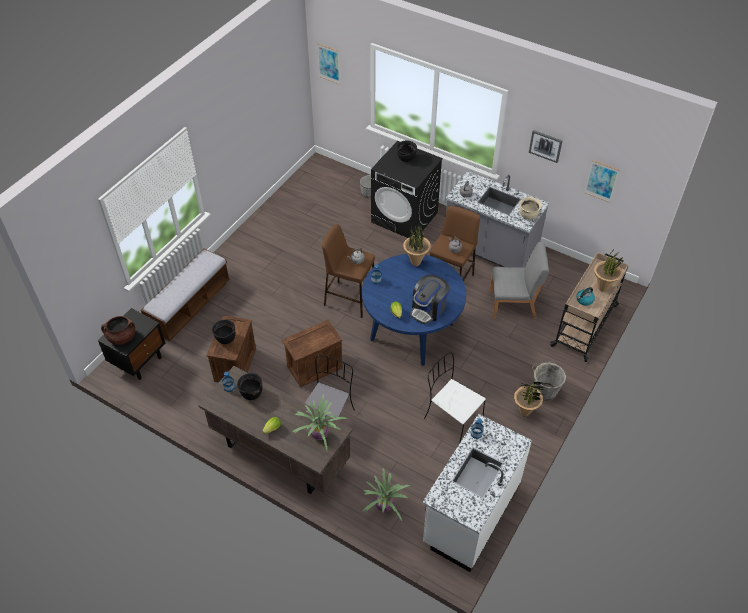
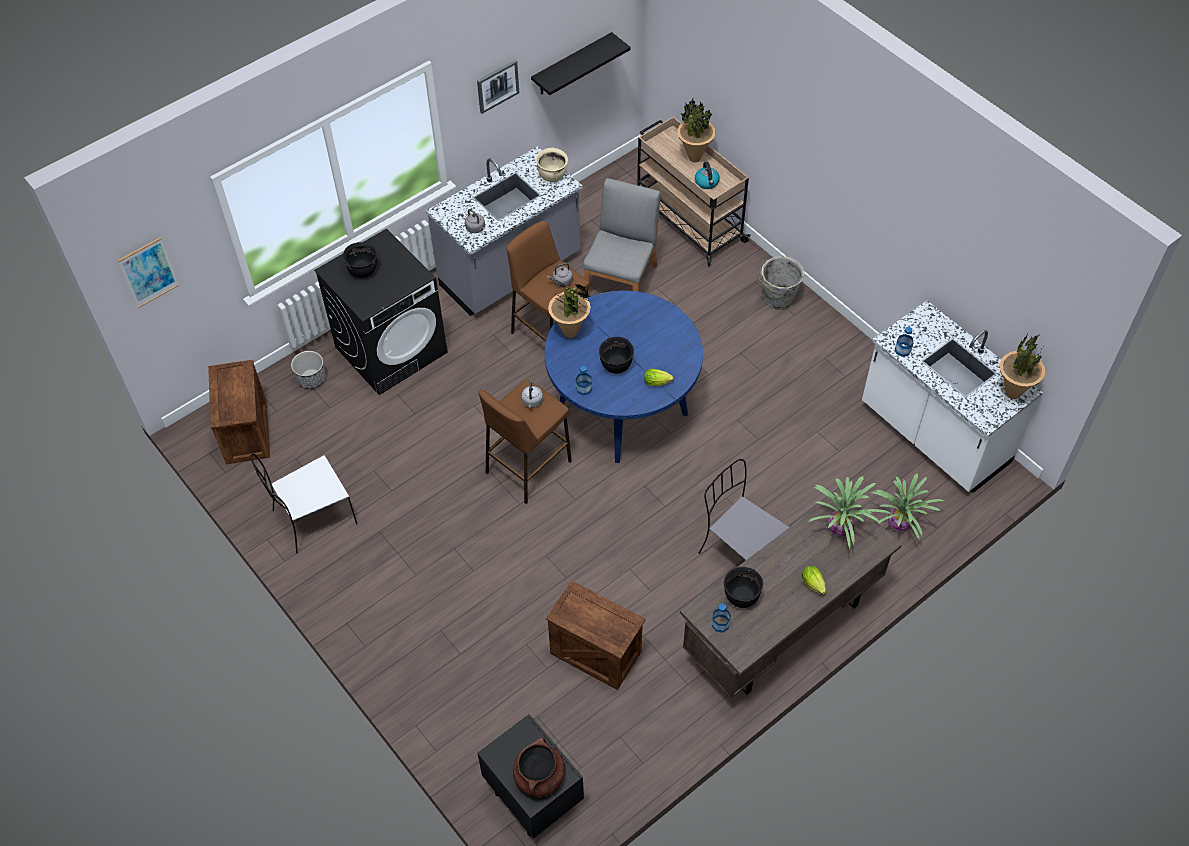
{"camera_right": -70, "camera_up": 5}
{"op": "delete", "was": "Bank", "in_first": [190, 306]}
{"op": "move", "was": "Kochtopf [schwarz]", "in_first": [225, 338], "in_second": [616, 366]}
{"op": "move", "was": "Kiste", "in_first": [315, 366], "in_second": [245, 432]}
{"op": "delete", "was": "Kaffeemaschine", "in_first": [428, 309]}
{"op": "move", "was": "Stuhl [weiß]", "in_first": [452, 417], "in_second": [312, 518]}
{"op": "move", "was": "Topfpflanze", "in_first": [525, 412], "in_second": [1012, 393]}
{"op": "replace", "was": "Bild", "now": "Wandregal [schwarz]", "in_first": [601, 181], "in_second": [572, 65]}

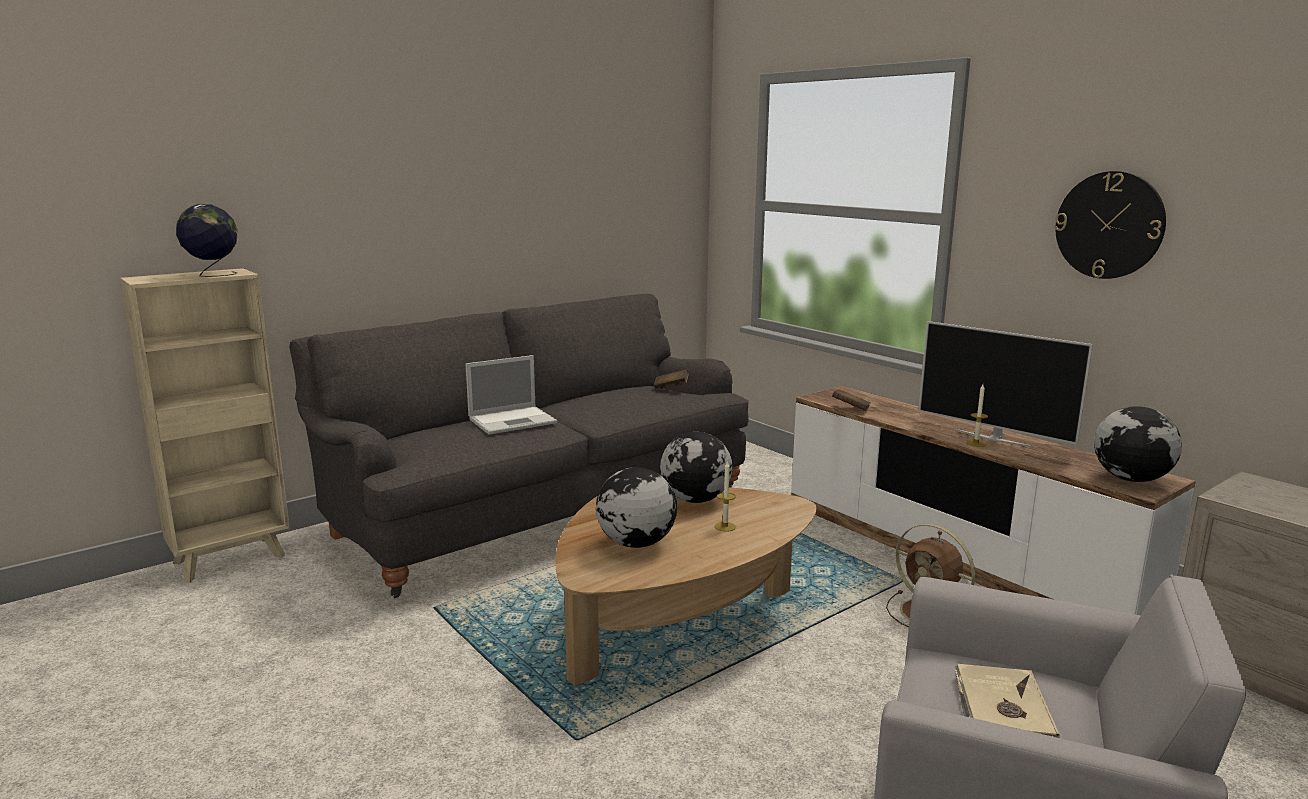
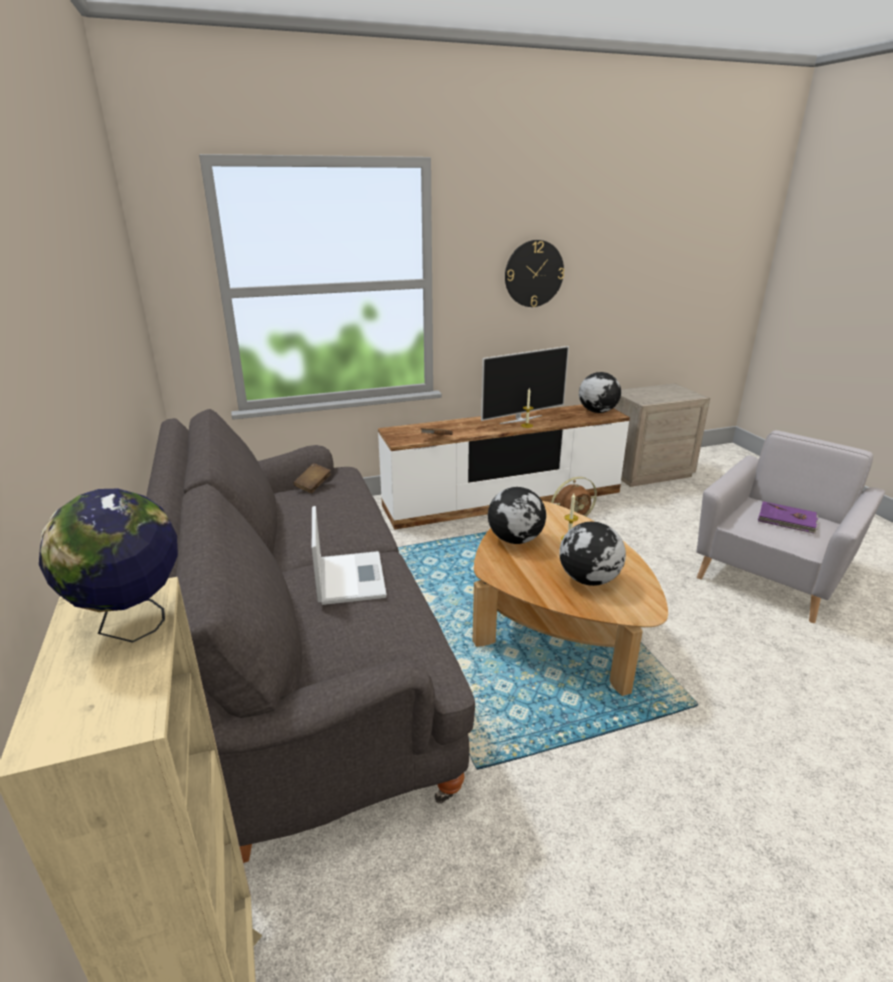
{"camera_right": -70, "camera_up": 10}
{"op": "recolor", "was": "Buch [beige]", "now": "Buch [lila]", "in_first": [1001, 709], "in_second": [787, 520]}

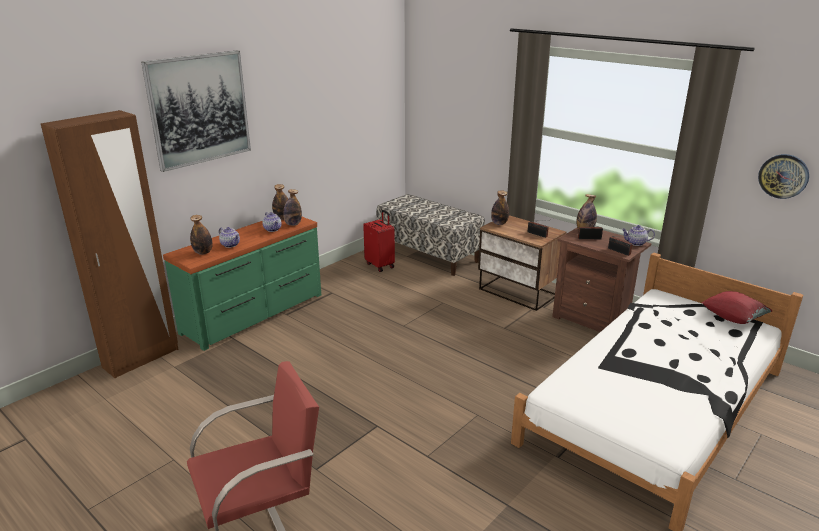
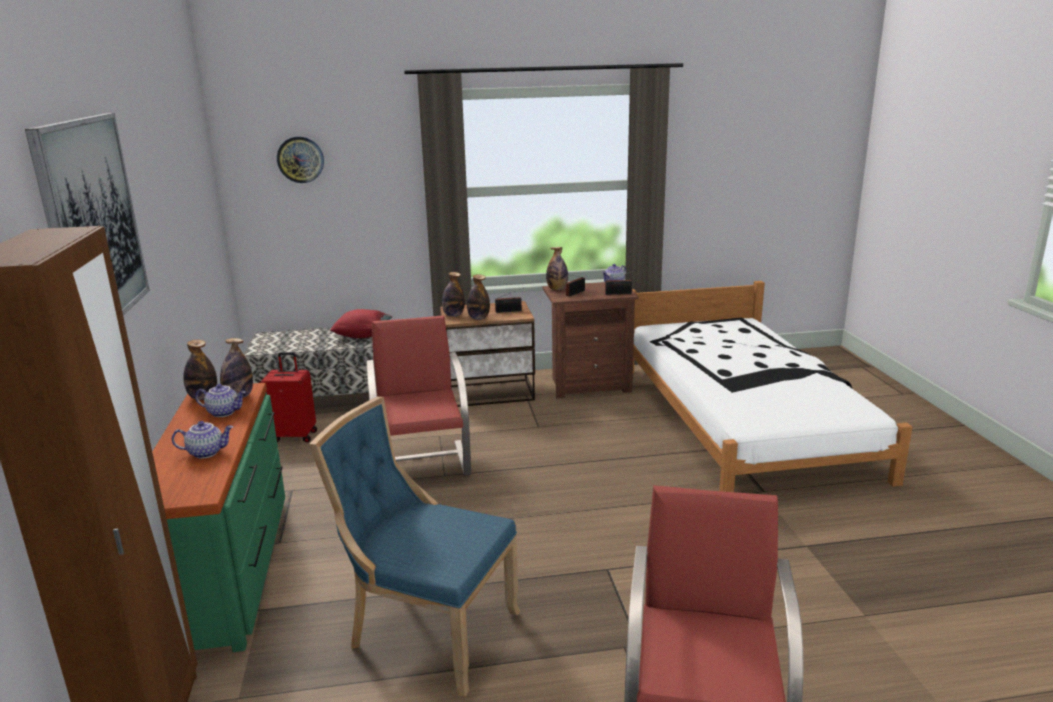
{"camera_right": -50, "camera_up": -5}
{"op": "move", "was": "Flasche", "in_first": [203, 252], "in_second": [478, 318]}
{"op": "move", "was": "Kissen [rot]", "in_first": [733, 318], "in_second": [362, 335]}
{"op": "move", "was": "Wanduhr", "in_first": [783, 176], "in_second": [300, 159]}
{"op": "insert", "now": "Stuhl [blau]", "in_second": [428, 632]}
{"op": "insert", "now": "Stuhl [rot]", "in_second": [422, 462]}

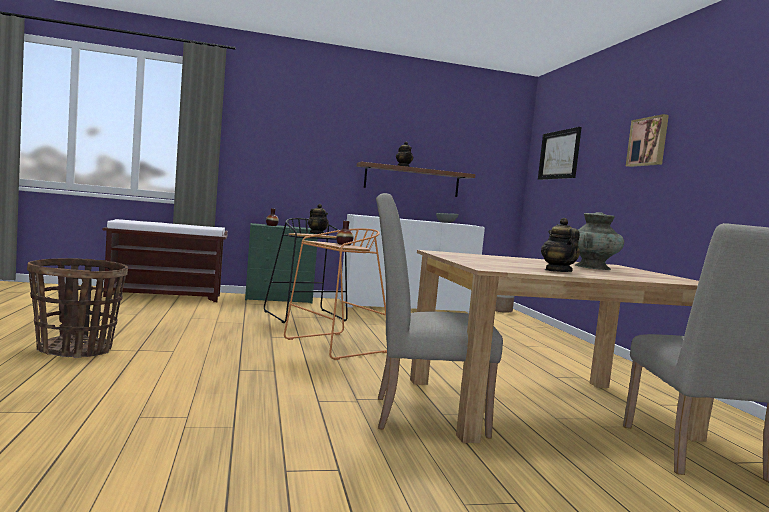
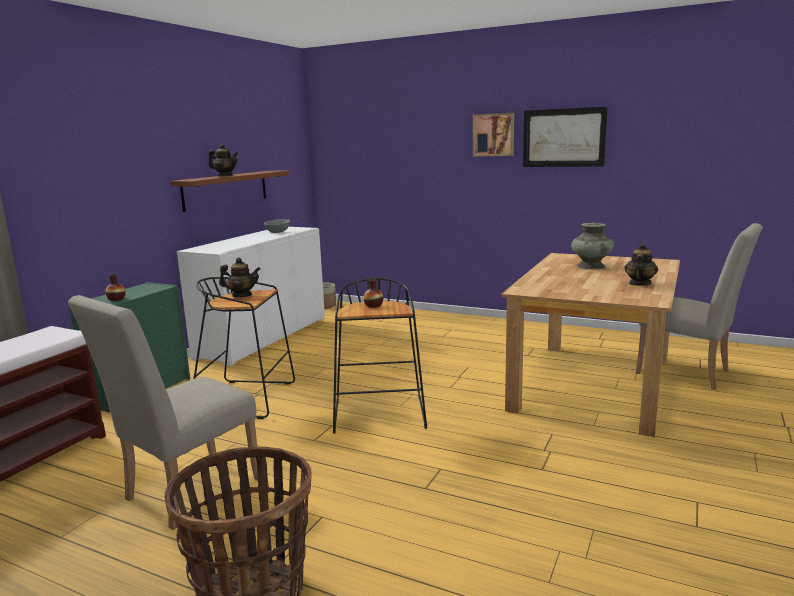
{"camera_right": -50, "camera_up": 10}
{"op": "recolor", "was": "Hocker [orange]", "now": "Hocker [schwarz]", "in_first": [335, 346], "in_second": [380, 415]}
{"op": "move", "was": "Stuhl [beige]", "in_first": [419, 415], "in_second": [184, 493]}
{"op": "move", "was": "Bild", "in_first": [559, 155], "in_second": [564, 137]}
{"op": "rotate", "was": "Teekanne", "in_first": [558, 271], "in_second": [639, 284], "clockwise": 90}

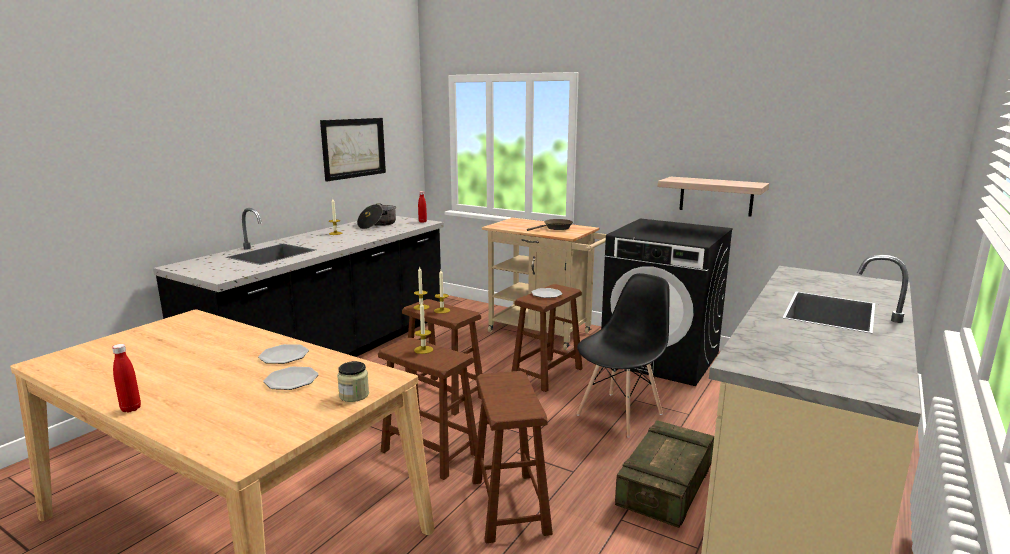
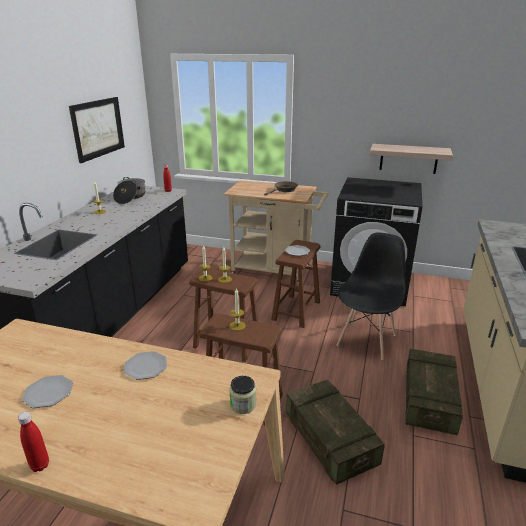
{"camera_right": -15, "camera_up": 10}
{"op": "move", "was": "Teller", "in_first": [291, 380], "in_second": [48, 392]}
{"op": "replace", "was": "Hocker [braun]", "now": "Kiste", "in_first": [510, 506], "in_second": [330, 440]}

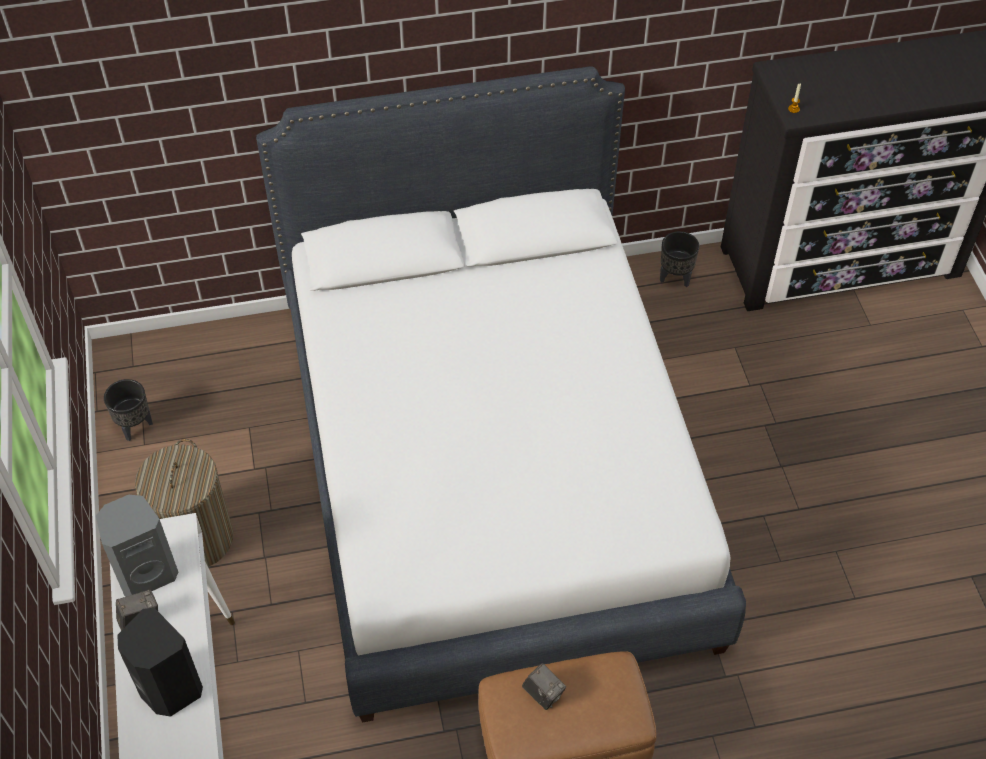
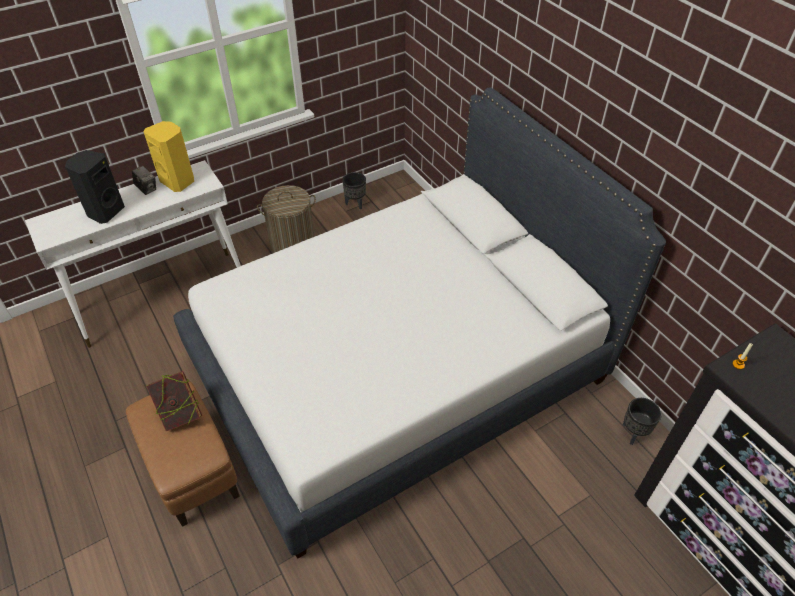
{"camera_right": 70, "camera_up": -5}
{"op": "recolor", "was": "Lautsprecher [grau]", "now": "Lautsprecher [gelb]", "in_first": [146, 572], "in_second": [178, 181]}
{"op": "replace", "was": "Kamera", "now": "Buch", "in_first": [543, 694], "in_second": [180, 414]}

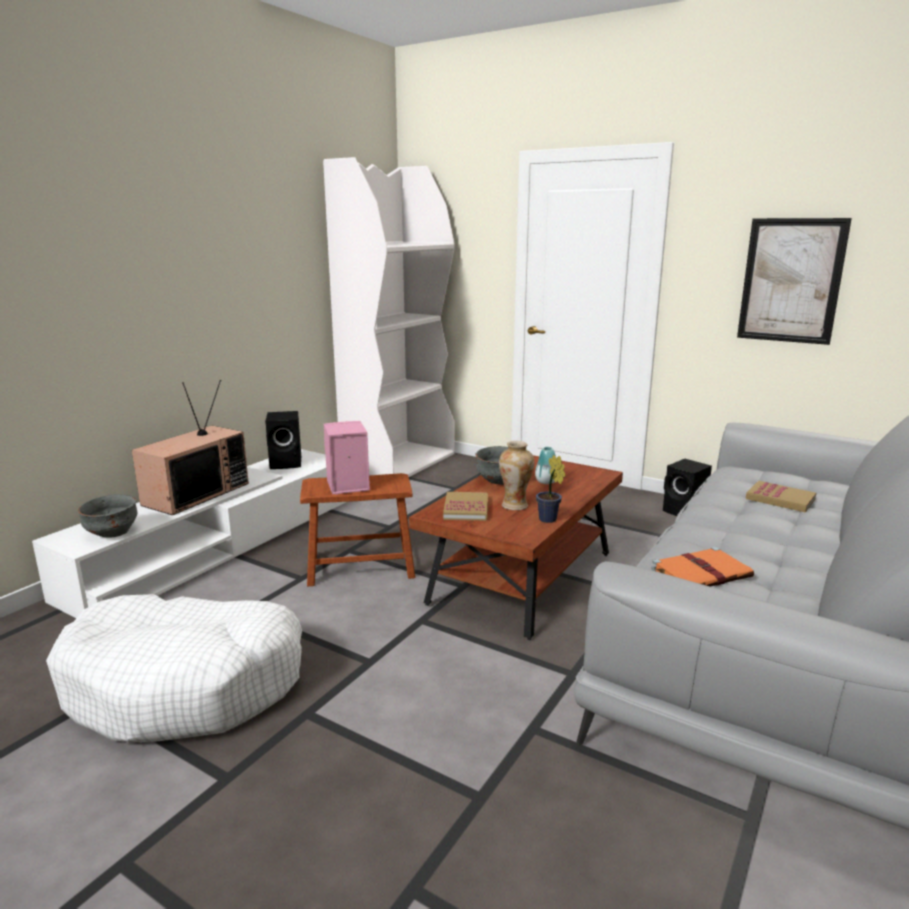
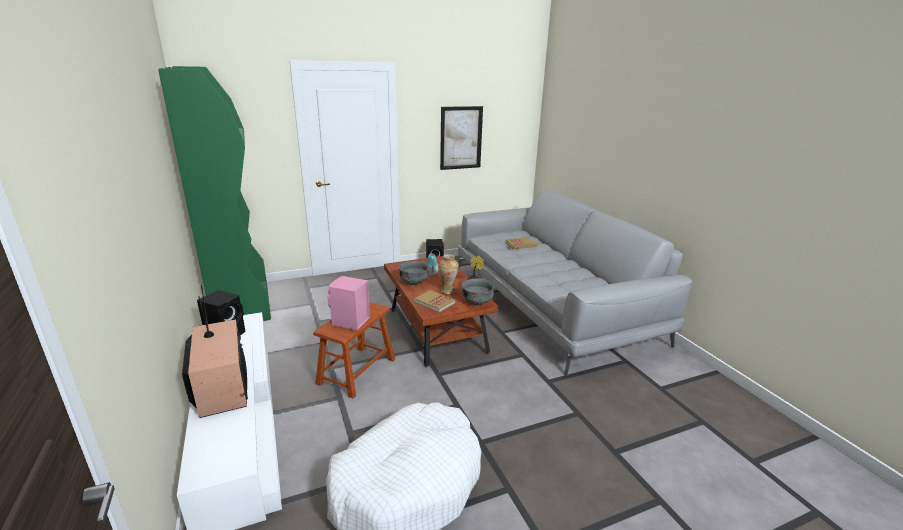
{"camera_right": -55, "camera_up": 5}
{"op": "move", "was": "Schüssel [grau]", "in_first": [113, 533], "in_second": [477, 302]}
{"op": "recolor", "was": "Bücherregal [weiß]", "now": "Bücherregal [grün]", "in_first": [399, 463], "in_second": [242, 304]}
{"op": "delete", "was": "Buch [orange]", "in_first": [702, 573]}

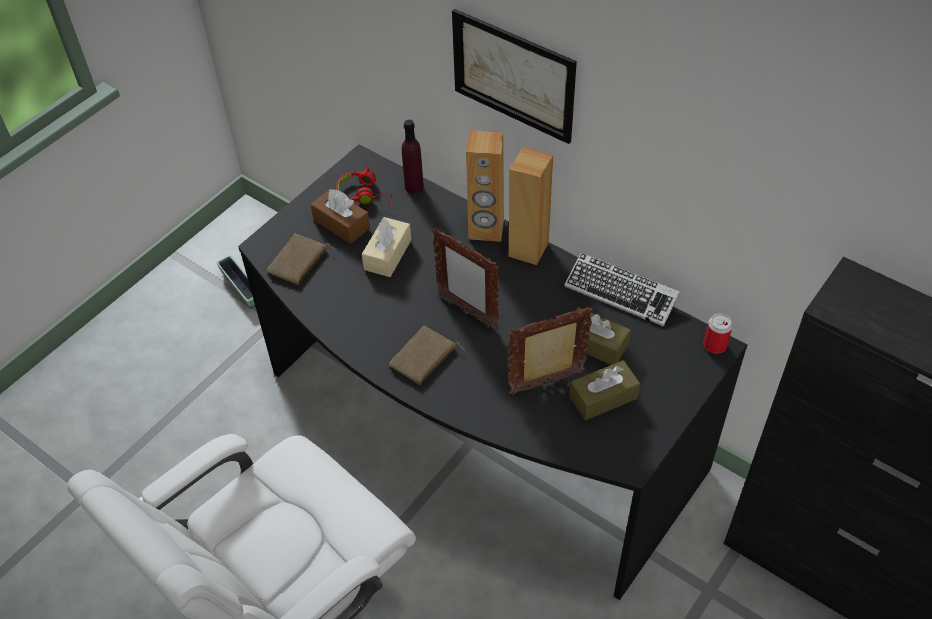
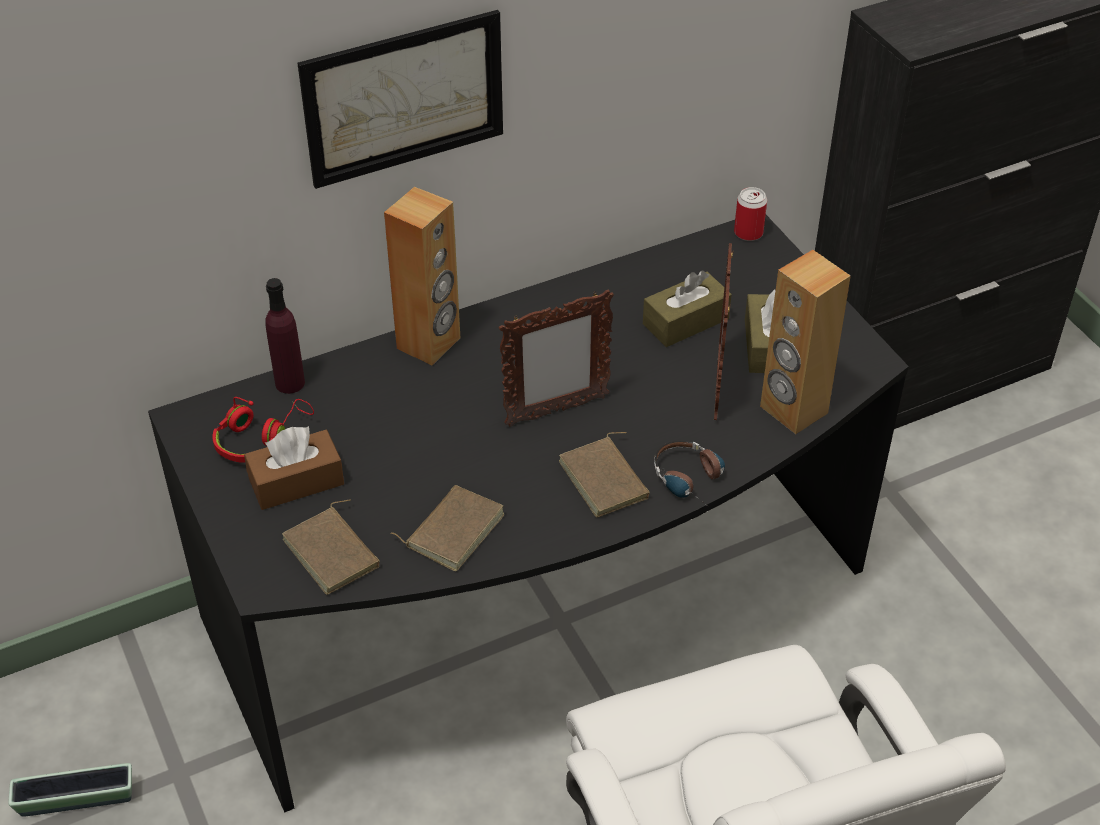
{"camera_right": -65, "camera_up": -5}
{"op": "delete", "was": "Taschentuchbox [beige]", "in_first": [388, 254]}
{"op": "move", "was": "Lautsprecher [braun]", "in_first": [528, 249], "in_second": [793, 410]}
{"op": "delete", "was": "Tastatur", "in_first": [621, 293]}
{"op": "insert", "now": "Buch [braun]", "in_second": [453, 529]}
{"op": "insert", "now": "Kopfhörer", "in_second": [693, 482]}

